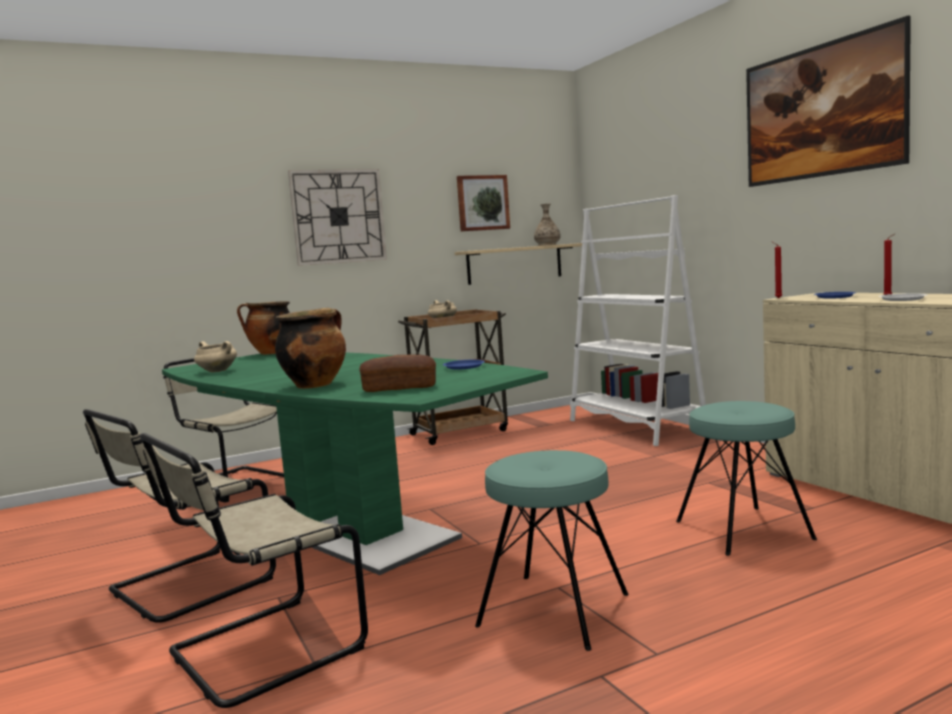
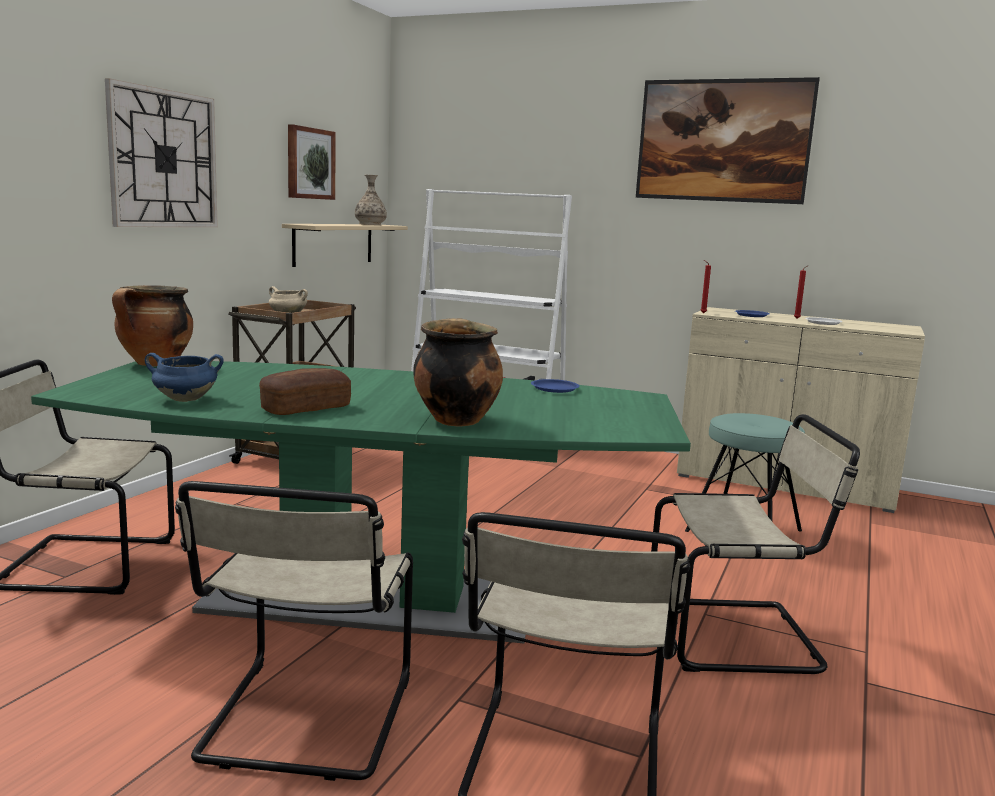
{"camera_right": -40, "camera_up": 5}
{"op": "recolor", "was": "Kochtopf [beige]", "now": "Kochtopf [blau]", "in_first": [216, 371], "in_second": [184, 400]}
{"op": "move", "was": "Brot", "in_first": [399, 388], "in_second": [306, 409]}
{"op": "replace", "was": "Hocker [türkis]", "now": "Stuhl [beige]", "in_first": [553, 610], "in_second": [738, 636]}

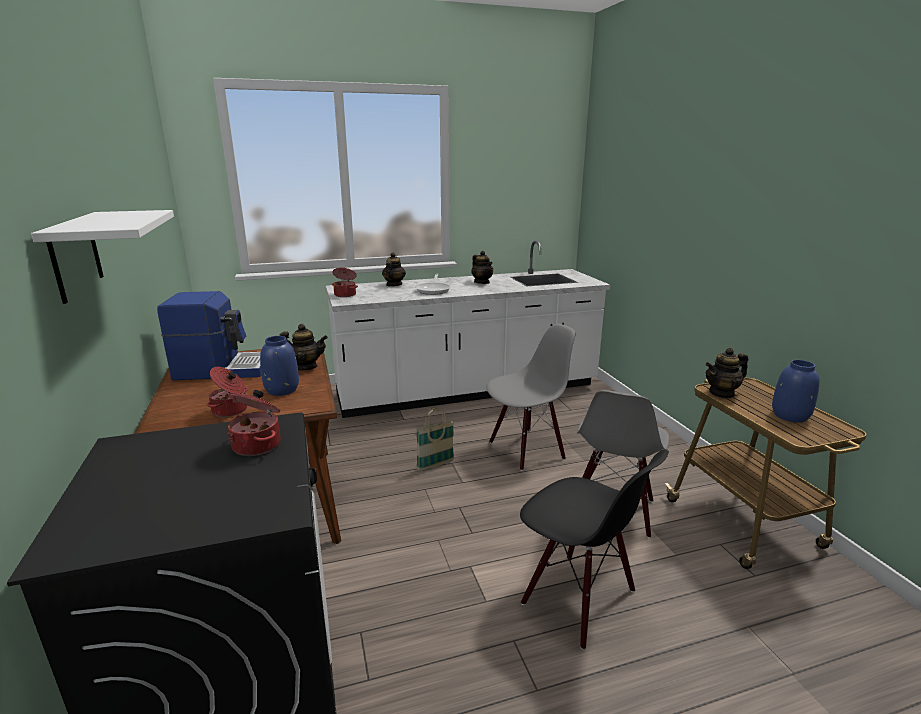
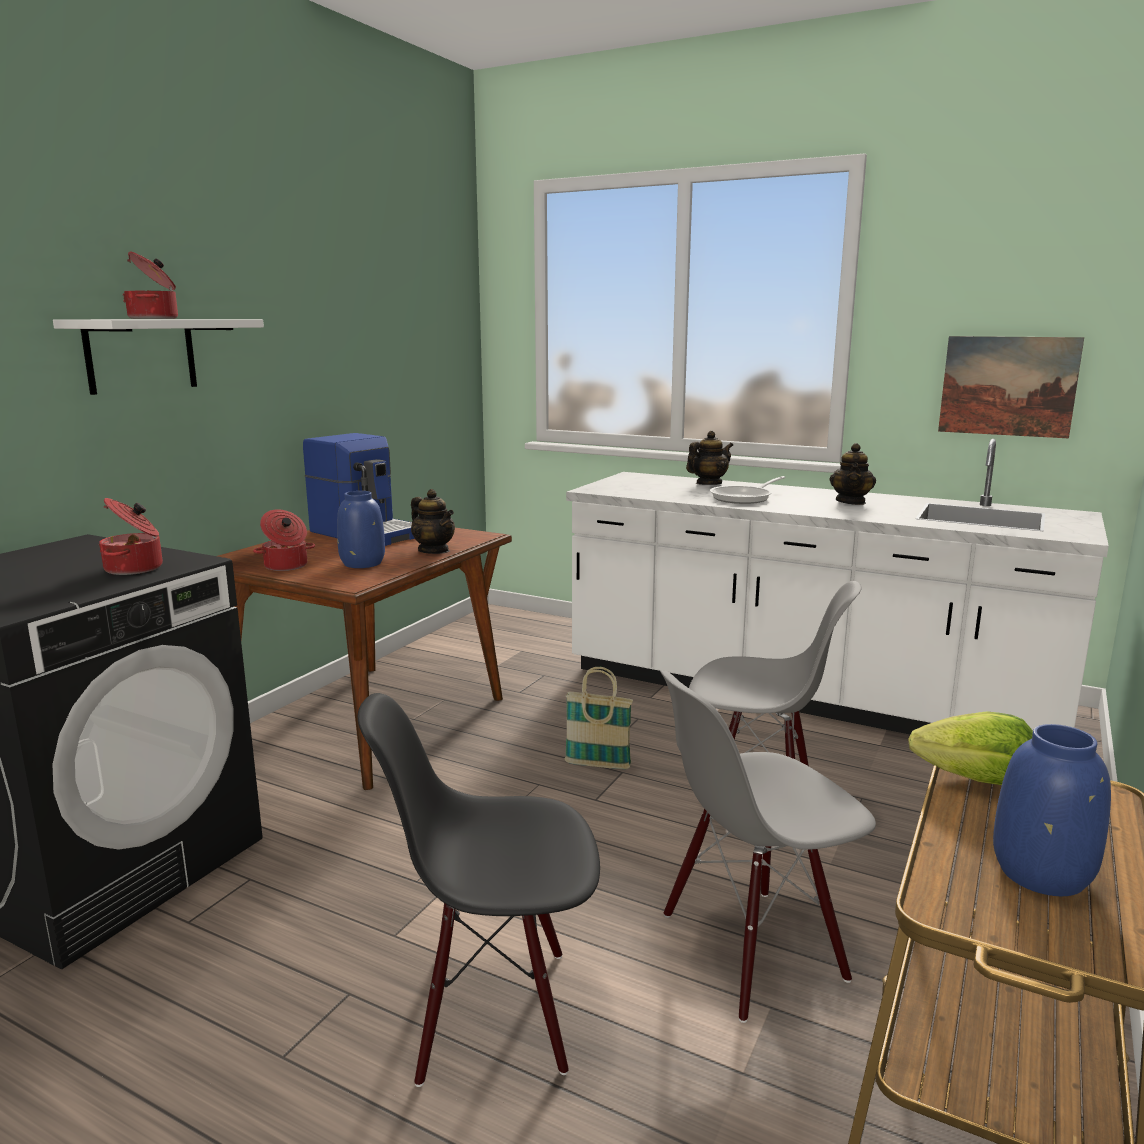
{"camera_right": 45, "camera_up": -5}
{"op": "move", "was": "Kochtopf", "in_first": [345, 294], "in_second": [155, 318]}
{"op": "rotate", "was": "Stuhl [schwarz]", "in_first": [578, 598], "in_second": [494, 1011], "clockwise": 90}
{"op": "replace", "was": "Teekanne", "now": "Salatkopf", "in_first": [722, 393], "in_second": [974, 779]}
{"op": "insert", "now": "Bild", "in_second": [1008, 386]}

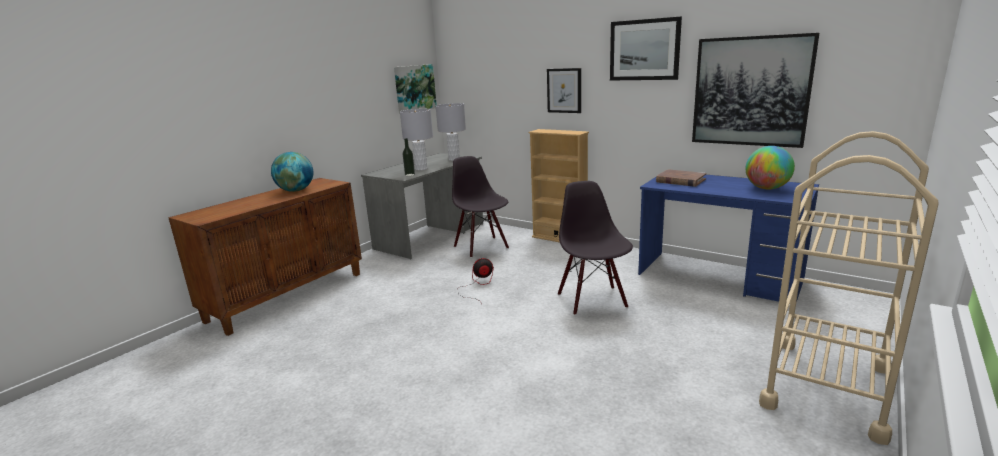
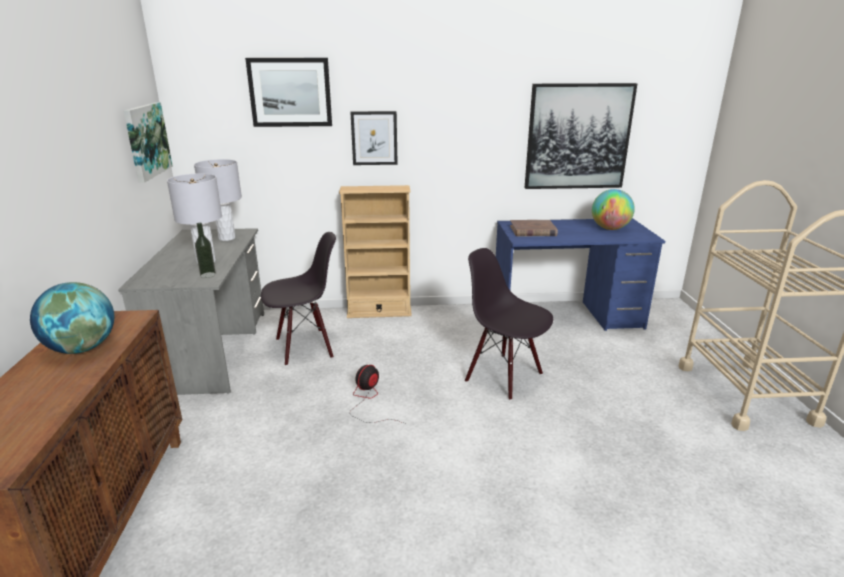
{"camera_right": -40, "camera_up": 5}
{"op": "rotate", "was": "Stuhl [schwarz]", "in_first": [481, 247], "in_second": [304, 347], "clockwise": 135}
{"op": "move", "was": "Bild", "in_first": [644, 50], "in_second": [290, 92]}

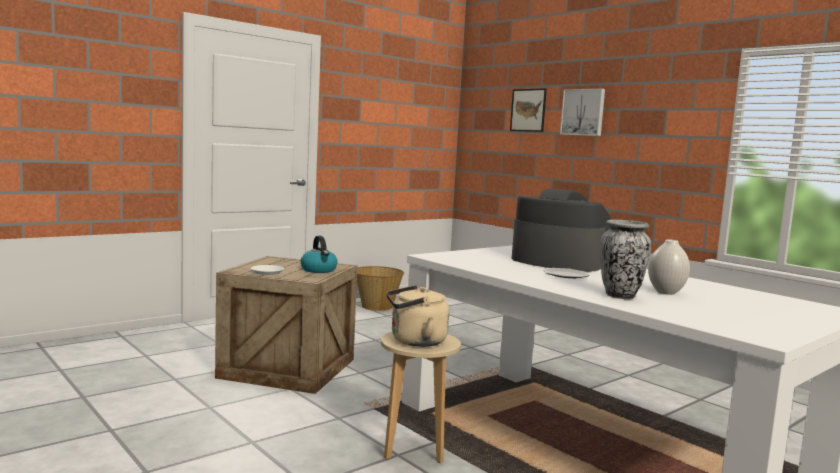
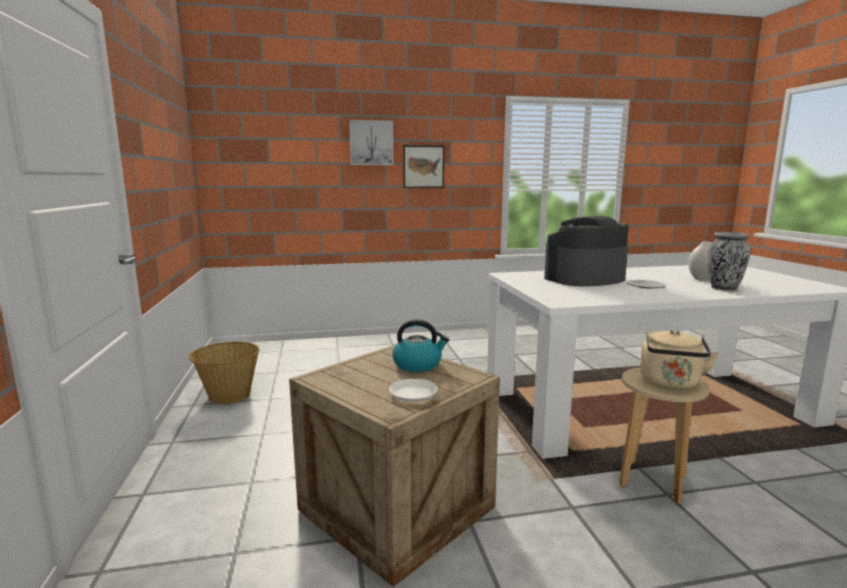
{"camera_right": -60, "camera_up": 5}
{"op": "move", "was": "Bild", "in_first": [528, 110], "in_second": [423, 167]}

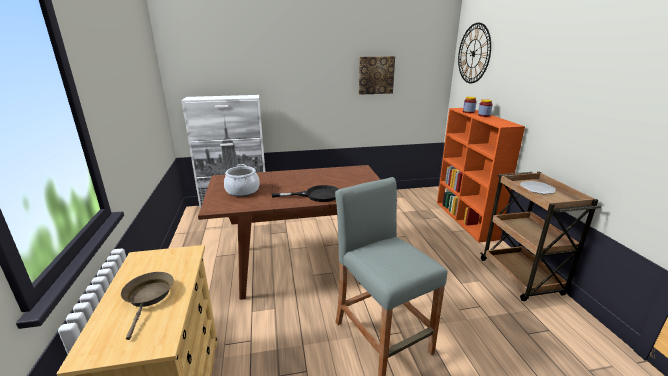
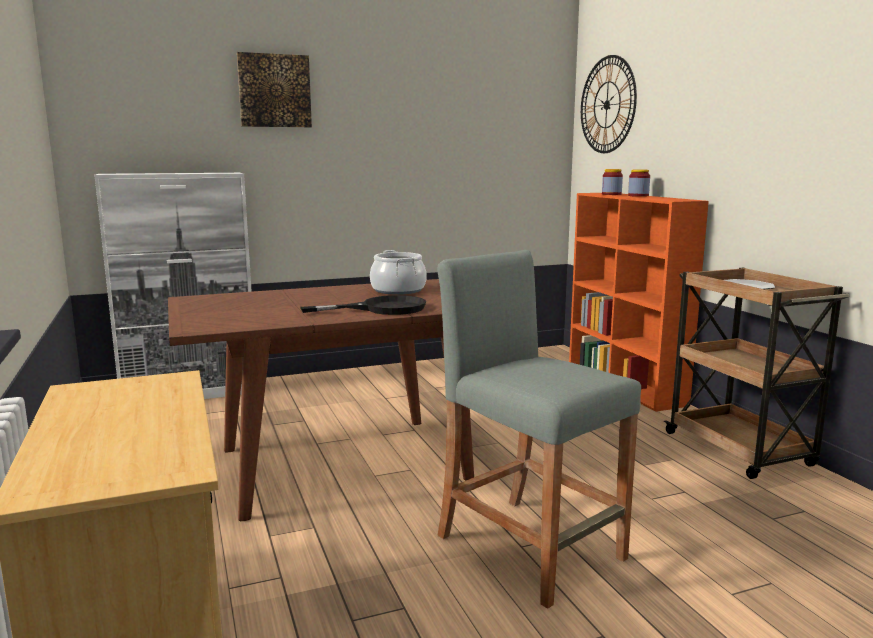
{"camera_right": -10, "camera_up": -10}
{"op": "delete", "was": "Pfanne [braun]", "in_first": [149, 297]}
{"op": "move", "was": "Kochtopf", "in_first": [243, 191], "in_second": [398, 290]}
{"op": "move", "was": "Bild", "in_first": [376, 75], "in_second": [274, 91]}

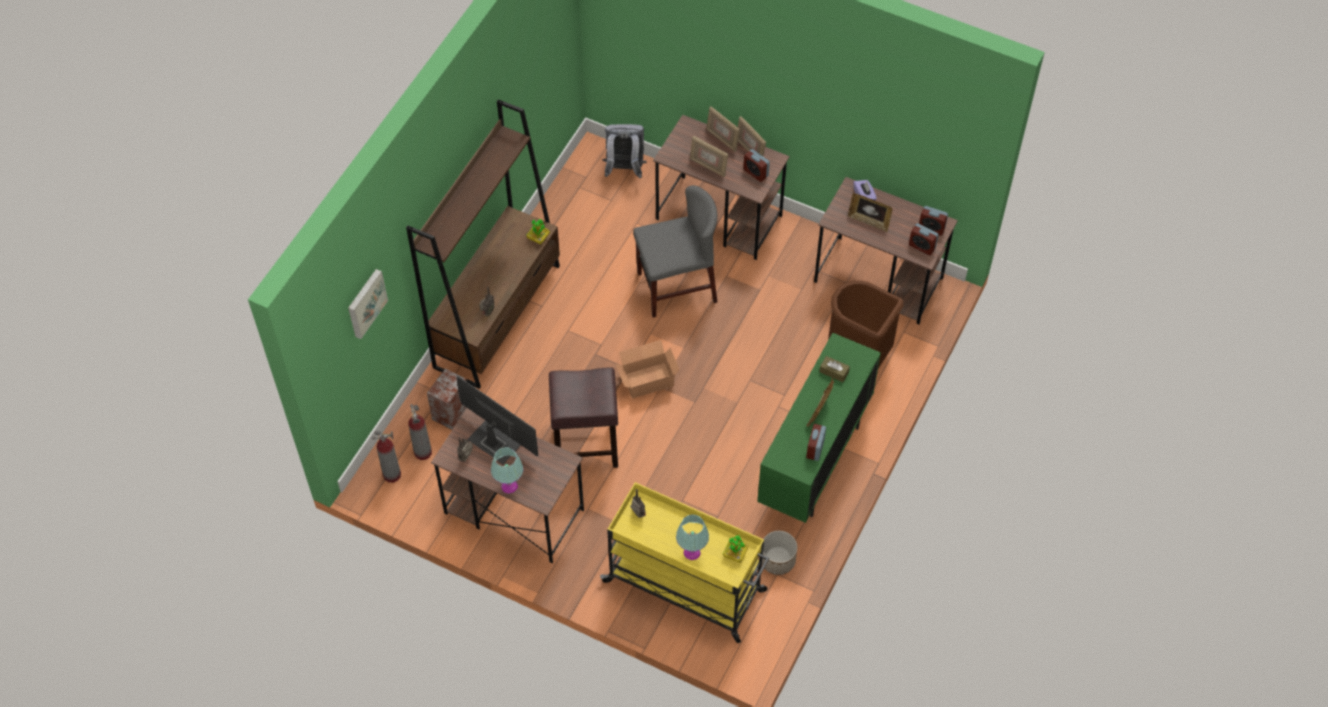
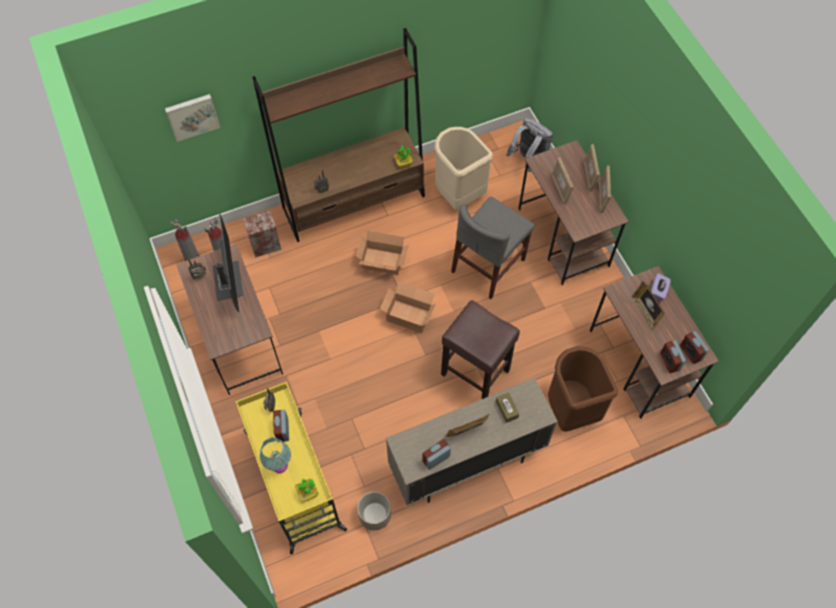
{"camera_right": 40, "camera_up": 5}
{"op": "delete", "was": "Tischlampe [türkis]", "in_first": [509, 486]}
{"op": "move", "was": "Hocker [braun]", "in_first": [587, 447], "in_second": [476, 372]}
{"op": "rotate", "was": "Stuhl [grau]", "in_first": [676, 287], "in_second": [488, 265], "clockwise": 105}
{"op": "move", "was": "Wecker", "in_first": [755, 173], "in_second": [282, 430]}
{"op": "recolor", "was": "Schrank [grün]", "now": "Schrank [beige]", "in_first": [814, 463], "in_second": [466, 463]}
{"op": "insert", "now": "Karton", "in_second": [383, 263]}
{"op": "insert", "now": "Mülleimer [beige]", "in_second": [458, 194]}

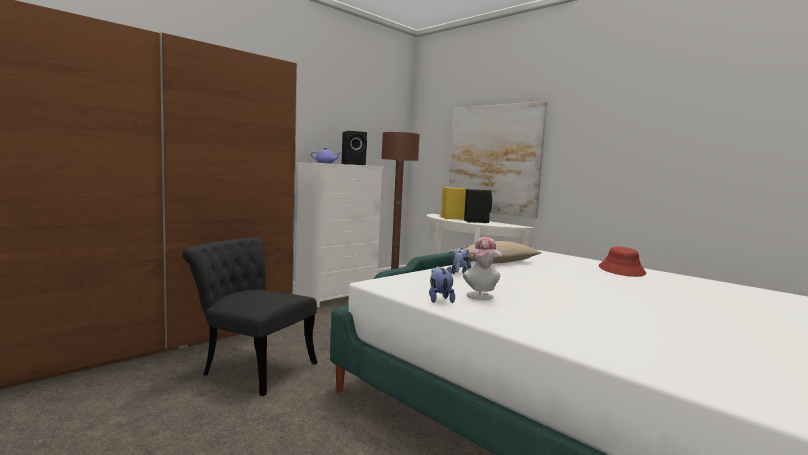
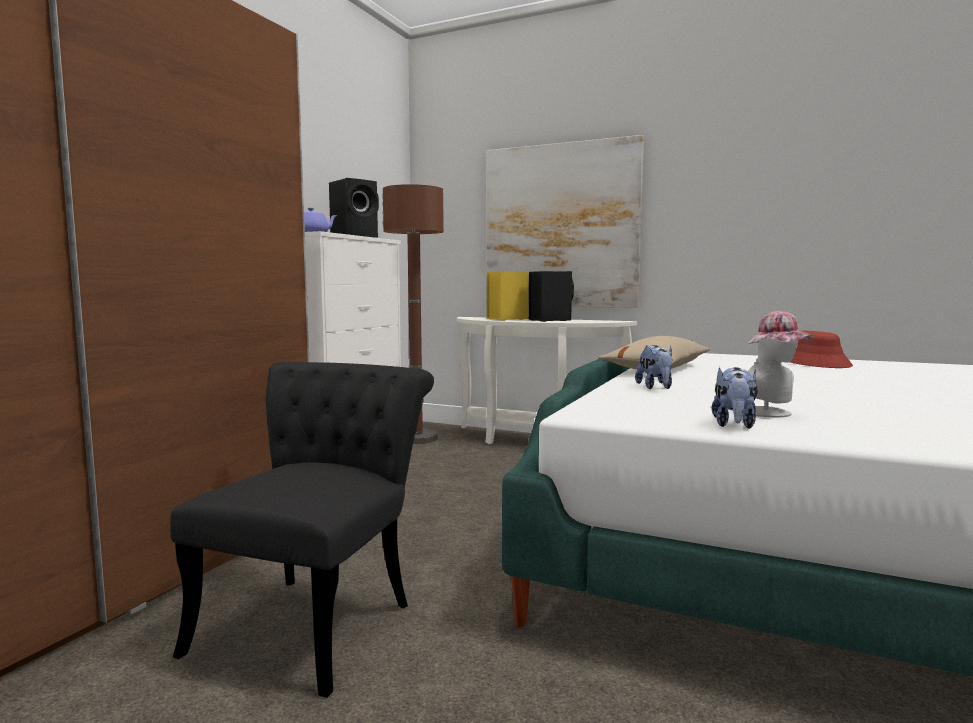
{"camera_right": -20, "camera_up": 0}
{"op": "rotate", "was": "Stuhl [schwarz]", "in_first": [252, 367], "in_second": [317, 618], "clockwise": 105}
{"op": "rotate", "was": "Plüschtier", "in_first": [439, 299], "in_second": [734, 425], "clockwise": -135}

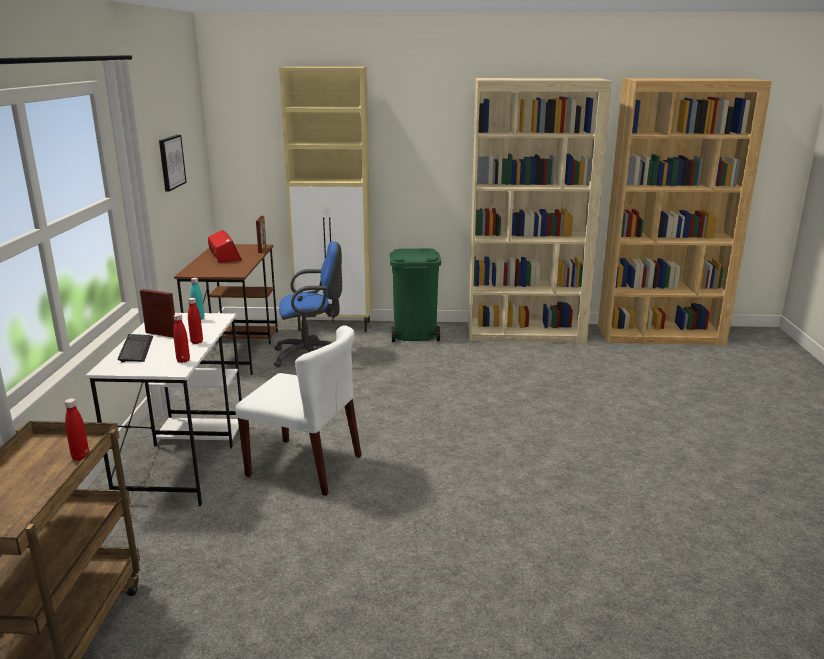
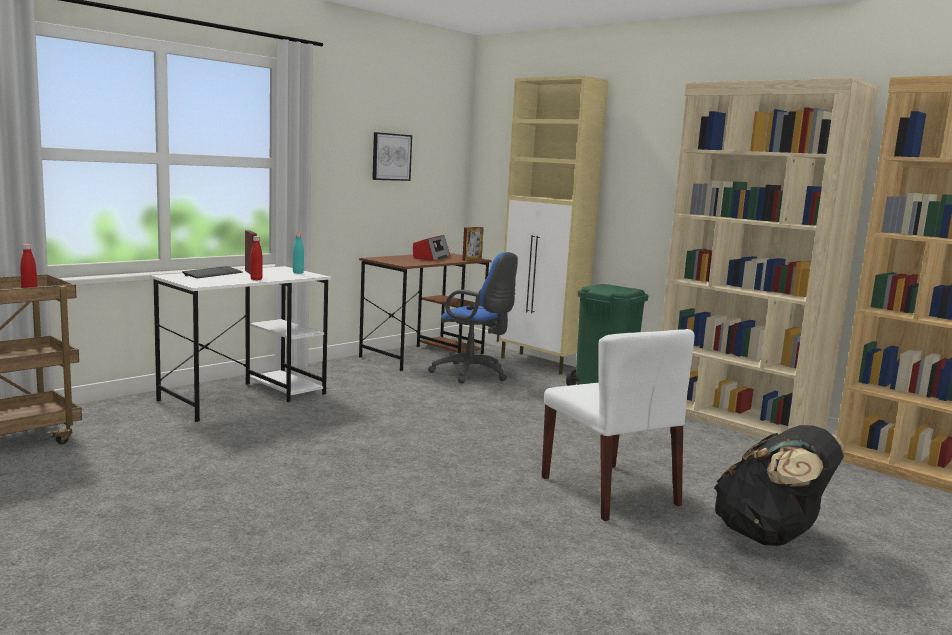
{"camera_right": 40, "camera_up": -10}
{"op": "delete", "was": "Flasche [rot]", "in_first": [183, 360]}
{"op": "move", "was": "Stuhl [weiß]", "in_first": [305, 466], "in_second": [610, 491]}
{"op": "insert", "now": "Rucksack [schwarz]", "in_second": [770, 537]}

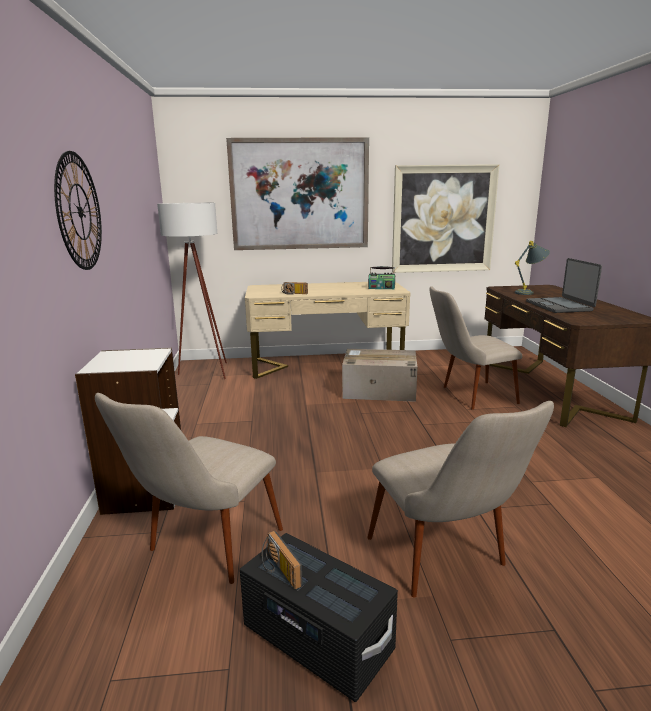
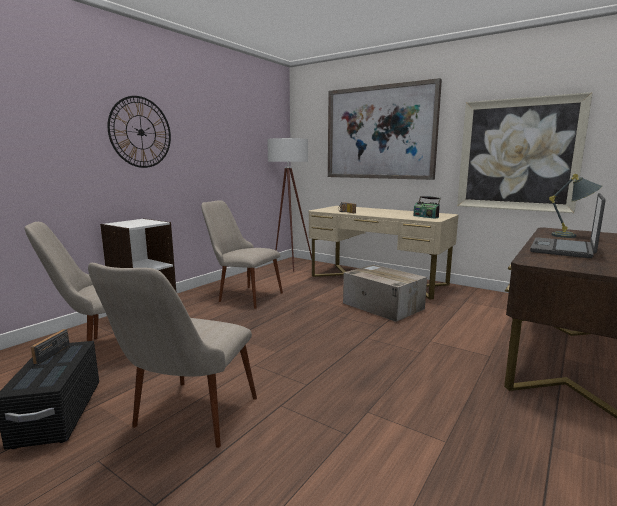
{"camera_right": 40, "camera_up": -5}
{"op": "move", "was": "Stuhl [beige]", "in_first": [468, 396], "in_second": [242, 295]}

